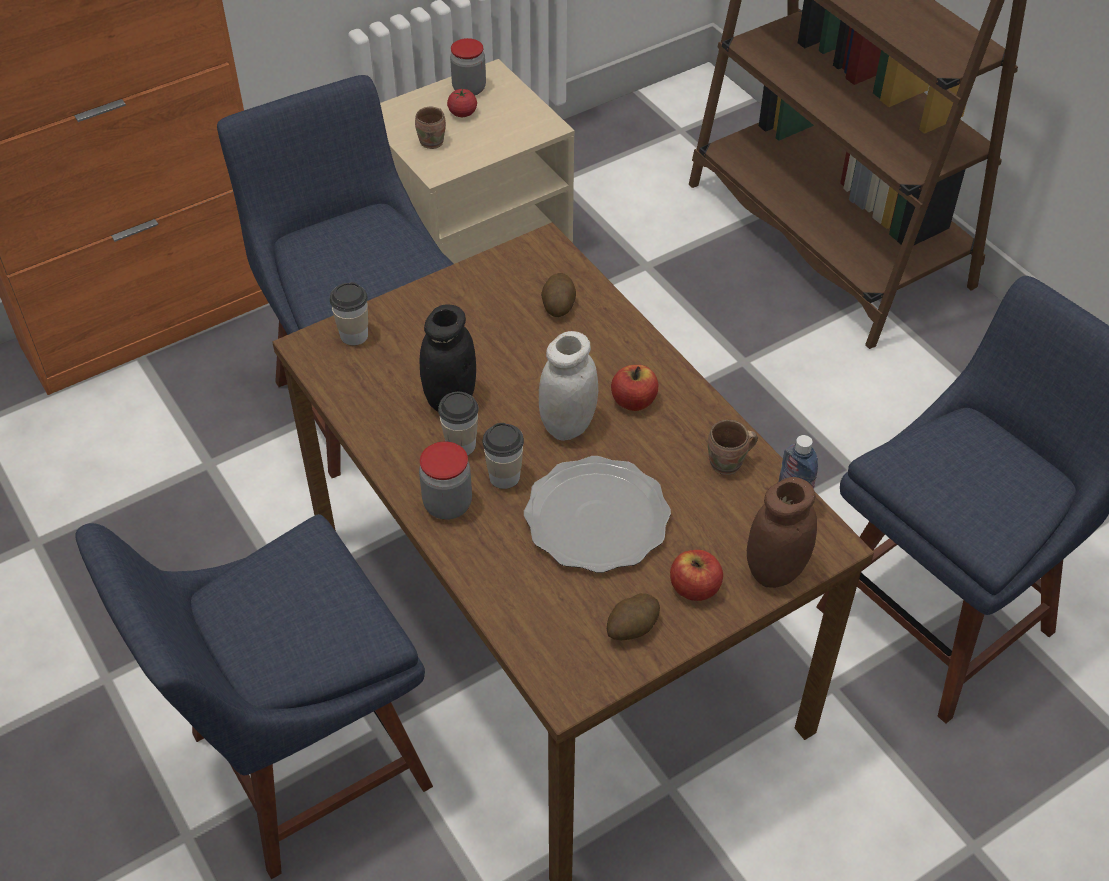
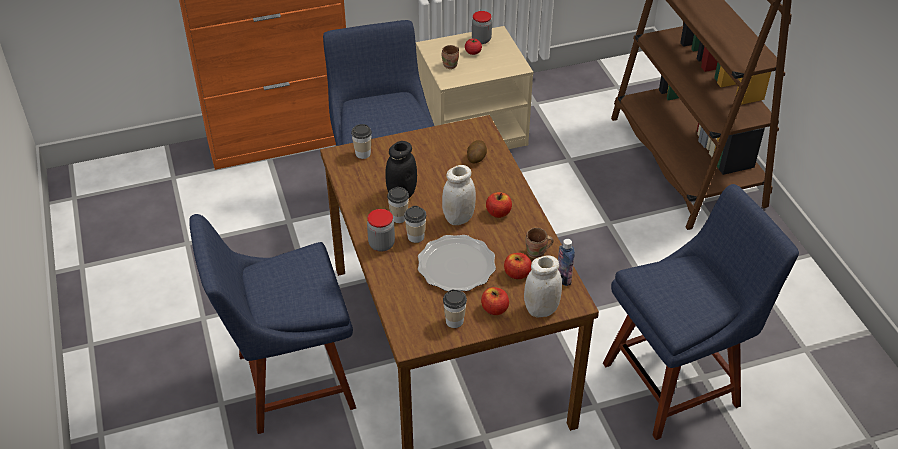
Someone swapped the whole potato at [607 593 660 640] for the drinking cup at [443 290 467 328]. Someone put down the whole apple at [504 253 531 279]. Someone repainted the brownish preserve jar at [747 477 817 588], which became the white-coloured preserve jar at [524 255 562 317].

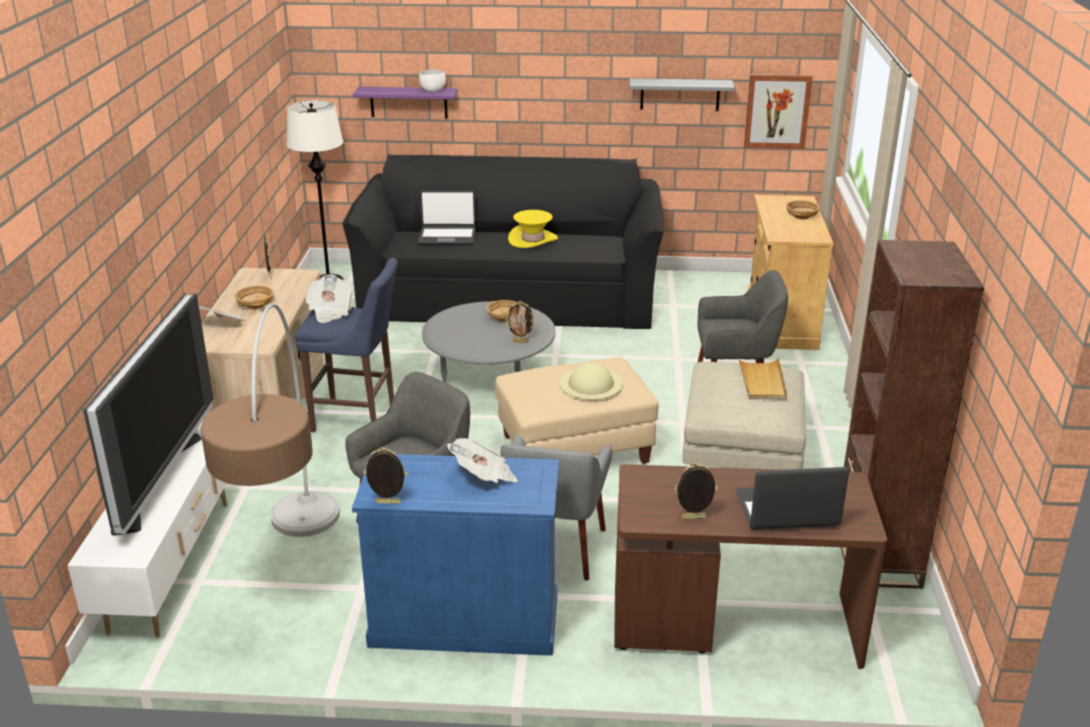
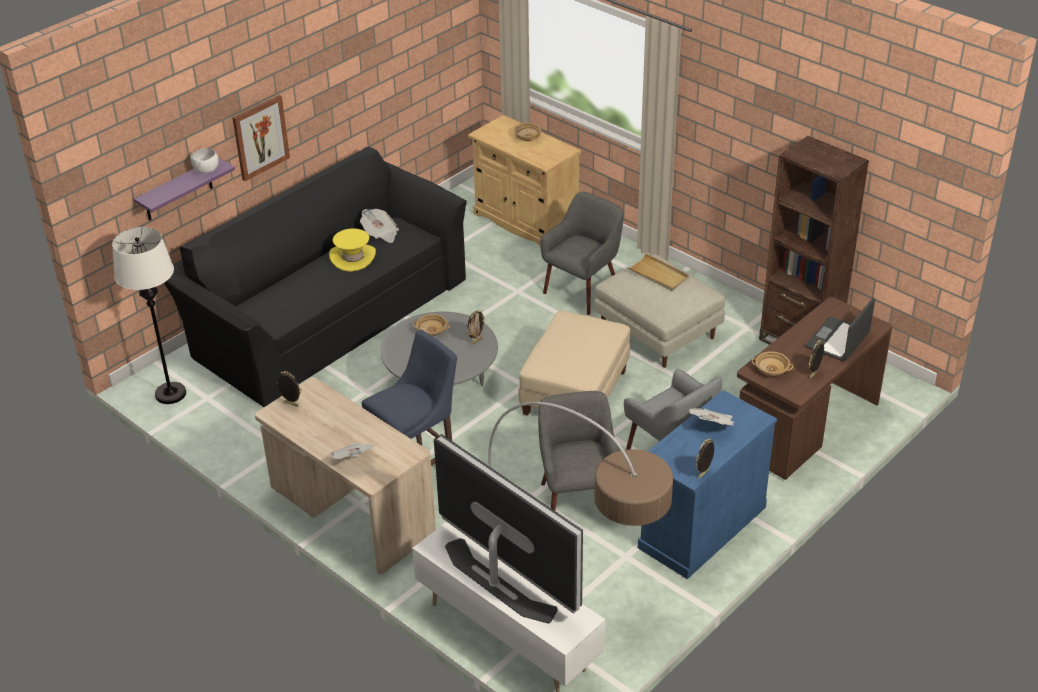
Someone carried the wall art from [744 75 812 149] to [232 95 290 181]. Someone carried the newspaper from [305 275 354 323] to [360 209 399 243]. Someone carried the beige-coloured serving bowl from [234 286 274 309] to [752 351 794 376]. Someone took away the laptop at [418 190 476 245]. Someone took away the beige-coloured wearable hat at [560 363 623 400]. Someone took away the greyish bracket shelf at [630 78 735 111].

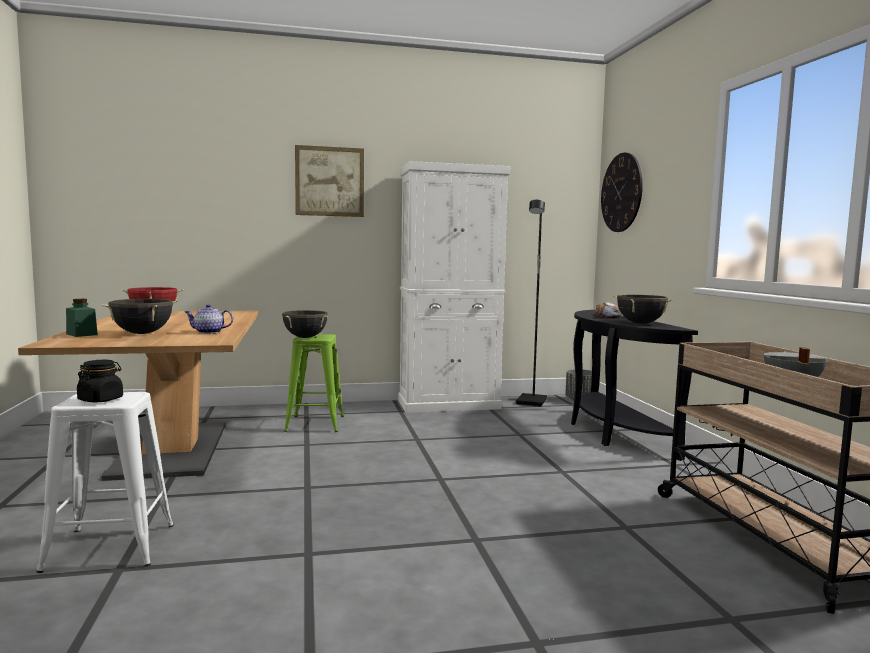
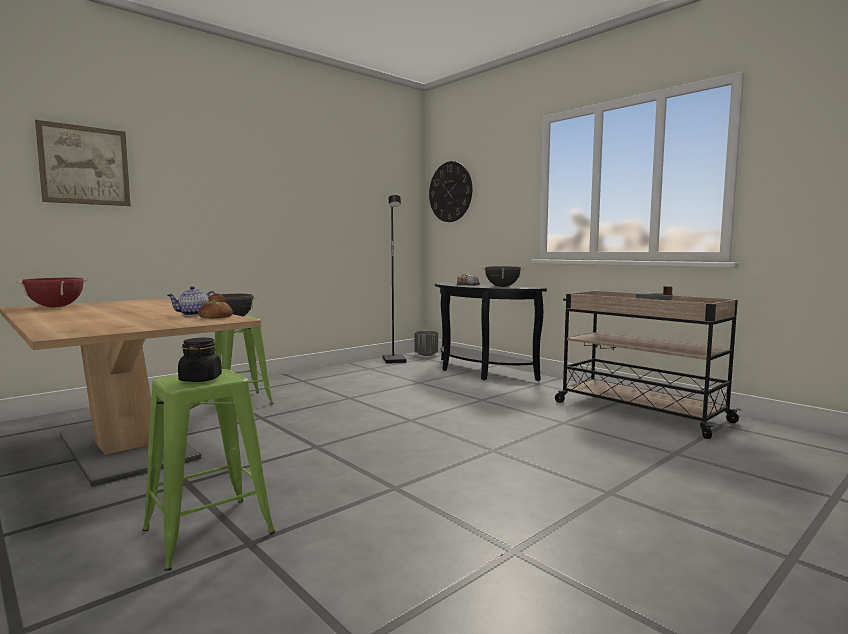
Someone carried the wall art from [295 145 364 217] to [35 120 130 206]. Someone repainted the white-coloured stool seat at [37 392 174 573], which became the green stool seat at [143 369 275 571]. Someone put down the bakery bread at [199 293 233 319]. Someone took away the green preserve jar at [66 299 98 337]. Someone took away the blackish stockpot at [102 299 177 334]. Someone took away the white-coloured cupboard at [398 161 510 413].

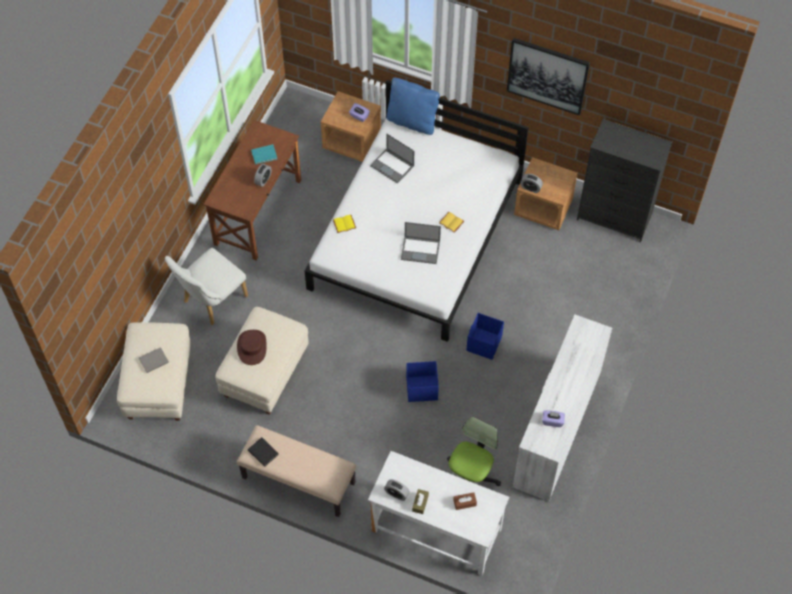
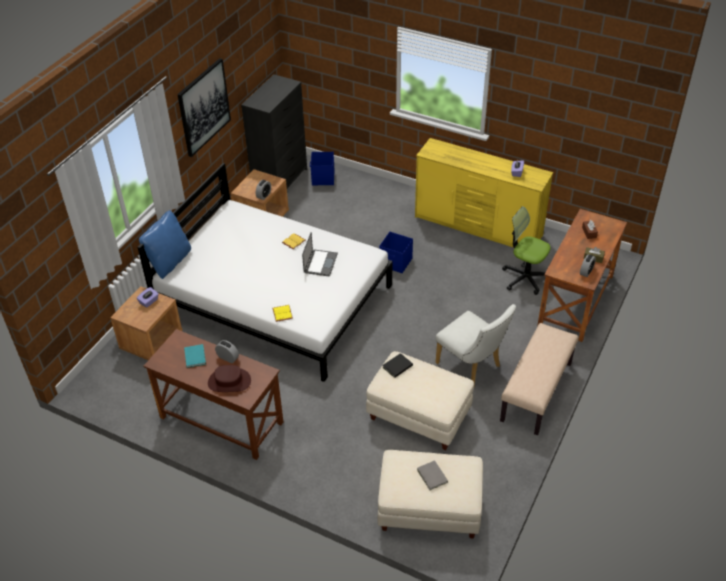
Someone carried the brownish wearable hat from [237 330 267 365] to [208 365 251 392]. Someone carried the bluish storage box from [406 361 439 402] to [310 152 334 185]. Someone carried the blackish book from [248 437 279 467] to [382 353 413 378]. Someone repainted the white-coloured dresser at [513 315 612 501], which became the yellow-coloured dresser at [415 138 553 248]. Someone carried the white-coloured plain chair from [165 248 248 325] to [435 304 516 387]. Someone repainted the white-coloured desk unit at [368 451 509 576], which became the brownish desk unit at [537 209 627 342]. Someone took away the laptop at [370 134 414 184].

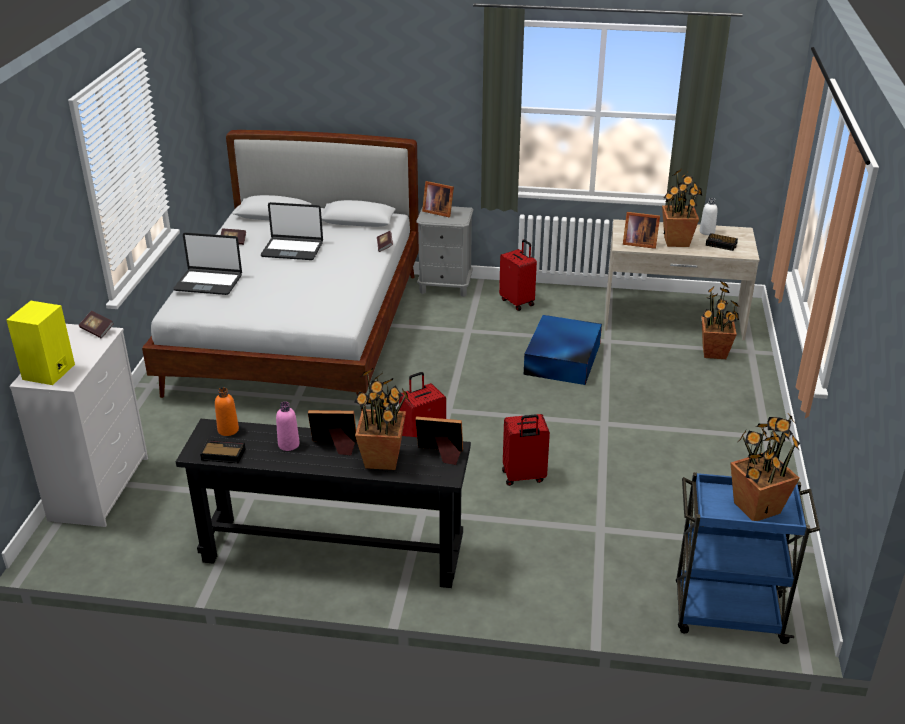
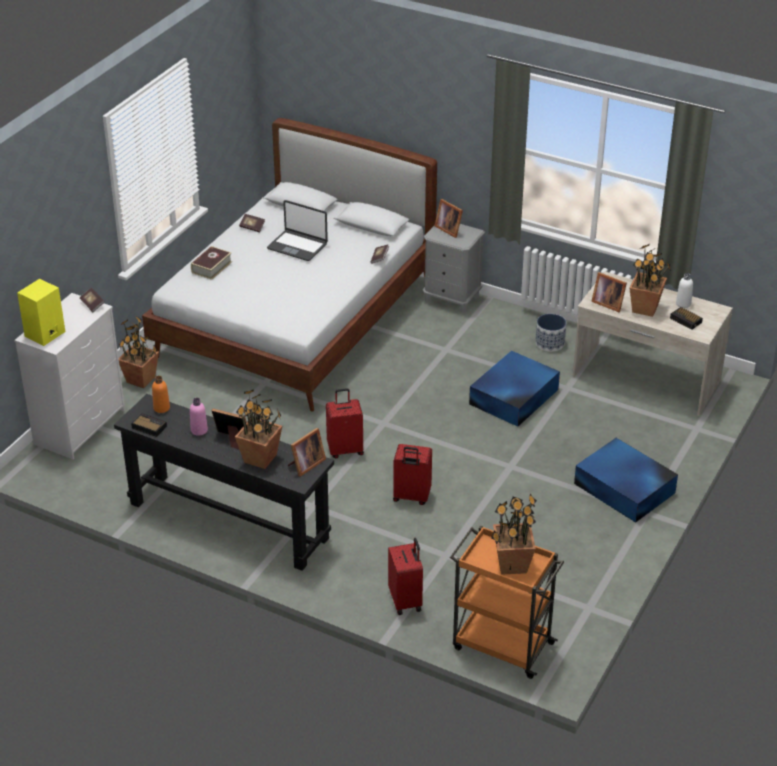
Someone carried the plant in a pot from [702 281 739 359] to [119 316 159 388]. Someone swapped the laptop at [173 233 242 295] for the book at [191 246 232 280]. Someone rotated the picture frame at [415 416 463 465] by 105 degrees clockwise. Someone carried the red travel case from [499 239 537 311] to [388 538 423 615]. Someone repainted the bluish wheeled cart at [676 472 820 644], which became the orange-coloured wheeled cart at [450 525 564 679]. Someone put down the plant pot at [535 314 566 352]. Someone put down the bluish storage box at [574 438 678 523].

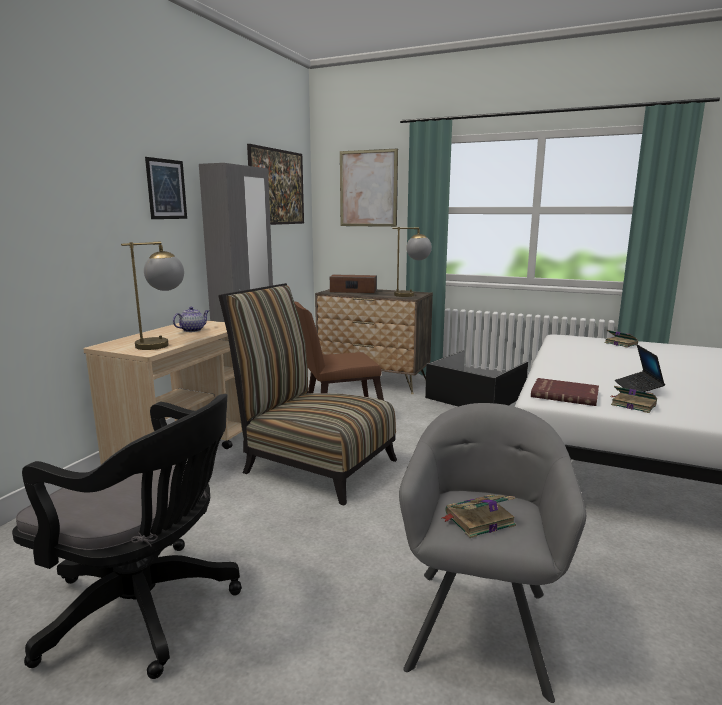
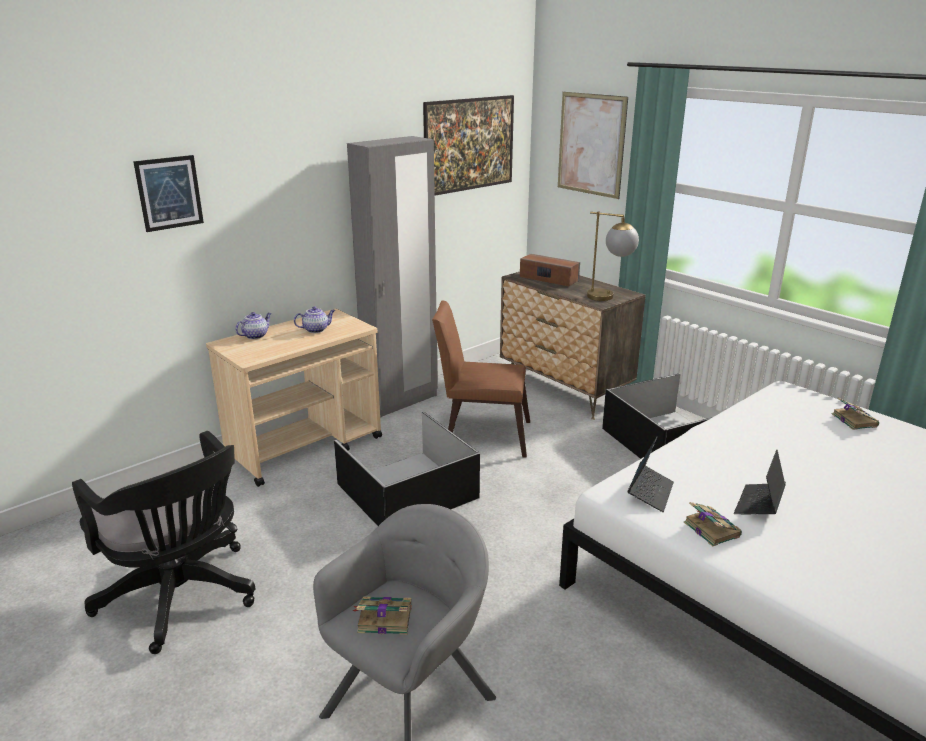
Someone carried the wall art from [145 157 187 219] to [133 155 204 232]. Someone put down the pot for tea at [235 312 271 339]. Someone swapped the plain chair at [218 283 397 506] for the blackish storage box at [334 412 480 526]. Someone swapped the red book at [531 378 599 406] for the laptop at [628 437 674 512]. Someone took away the lamp for a table at [121 241 184 350].

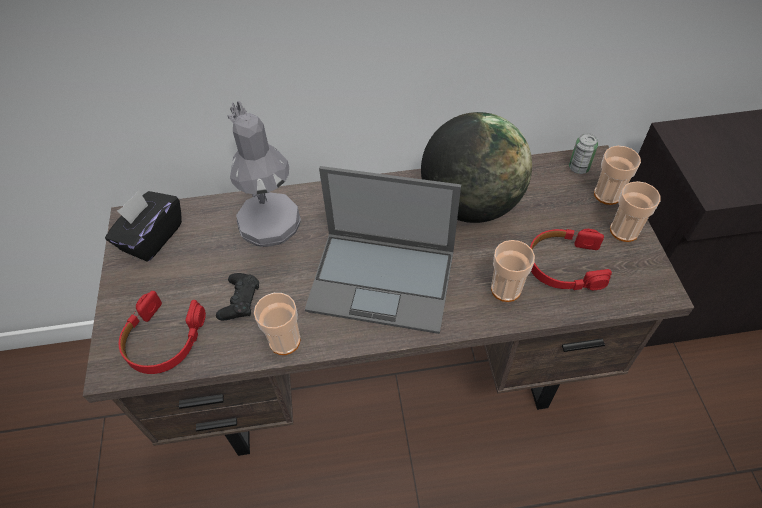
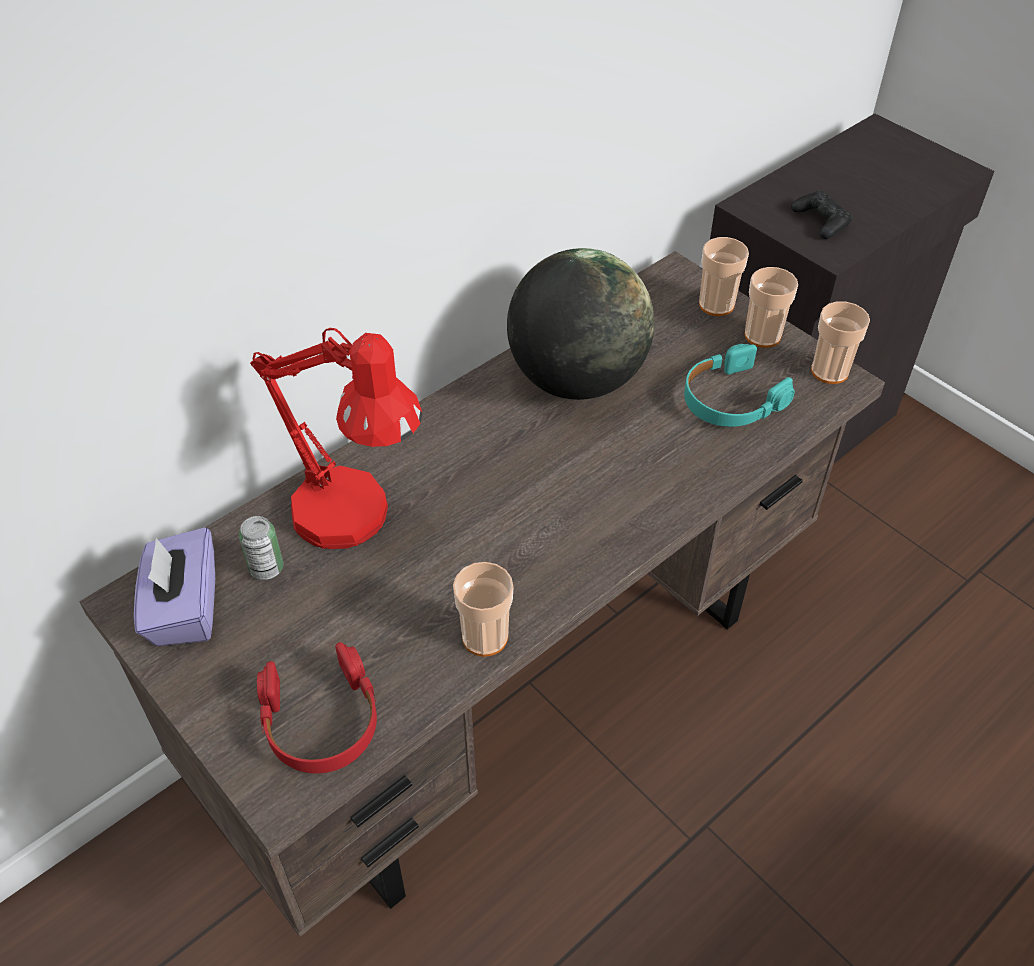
Someone repainted the blackish box of tissues at [105 190 182 262], which became the purple-coloured box of tissues at [134 527 215 646]. Someone carried the metal can from [569 133 598 174] to [239 516 283 580]. Someone repainted the greyish lamp for a table at [227 101 301 247], which became the red lamp for a table at [250 328 423 549]. Someone repainted the red headset at [530 229 612 290], which became the turquoise-coloured headset at [684 344 795 427]. Someone carried the blackish game controller from [216 273 259 321] to [791 191 852 239]. Someone carried the drinking cup from [491 240 535 302] to [811 301 870 384]. Someone took away the laptop at [305 166 461 334].

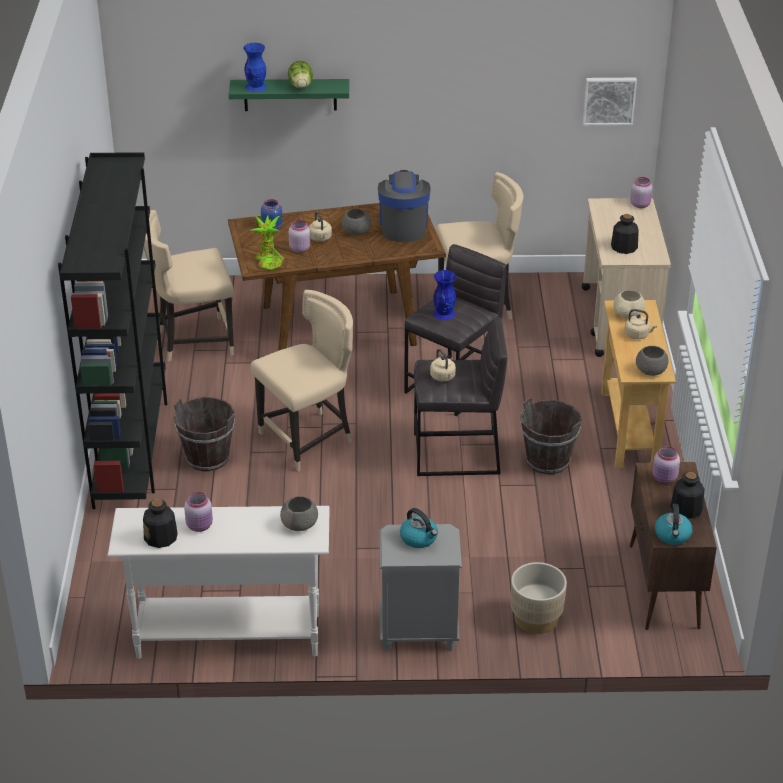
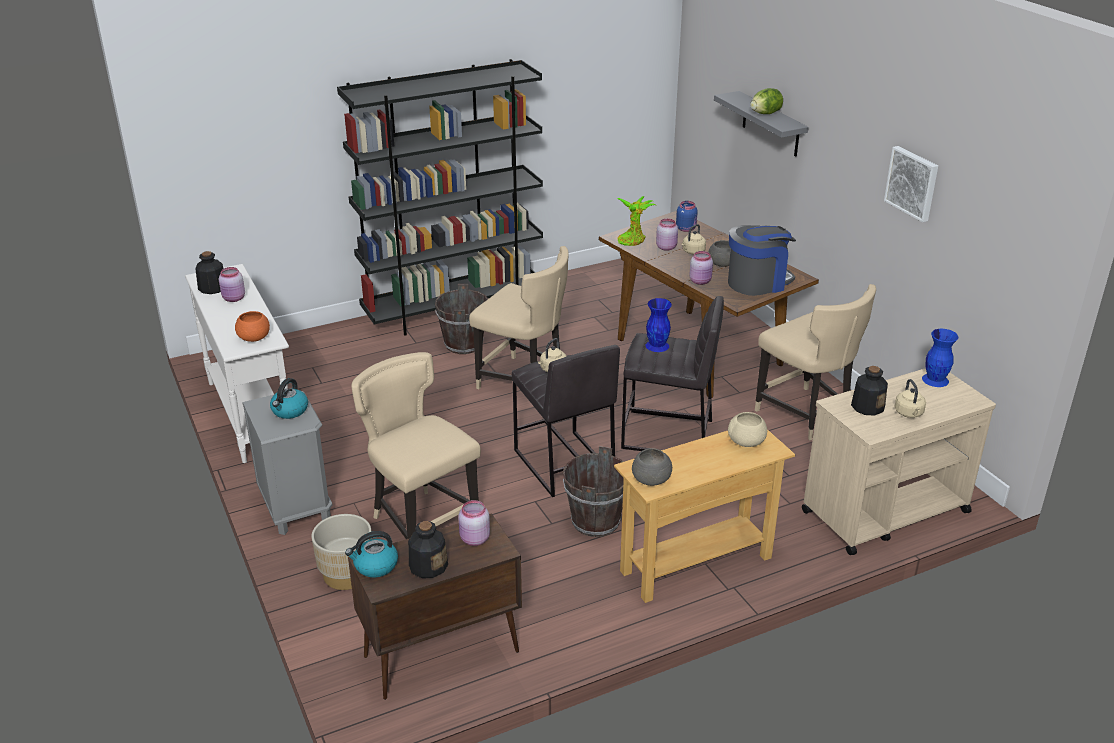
Someone repainted the greyish serving bowl at [280 496 318 531], which became the orange-coloured serving bowl at [235 311 270 342]. Someone carried the beige-coloured plain chair from [144 210 234 361] to [351 352 481 539]. Someone carried the pink preserve jar from [630 177 652 208] to [689 251 713 285]. Someone repainted the green bracket shelf at [229 79 349 111], which became the greyish bracket shelf at [714 91 809 157]. Someone carried the wall art from [583 78 637 125] to [884 146 938 222]. Someone carried the beige-coloured kettle from [624 309 657 339] to [895 379 926 418]. Someone carried the bluish flower vase from [243 43 267 92] to [922 329 958 387].

